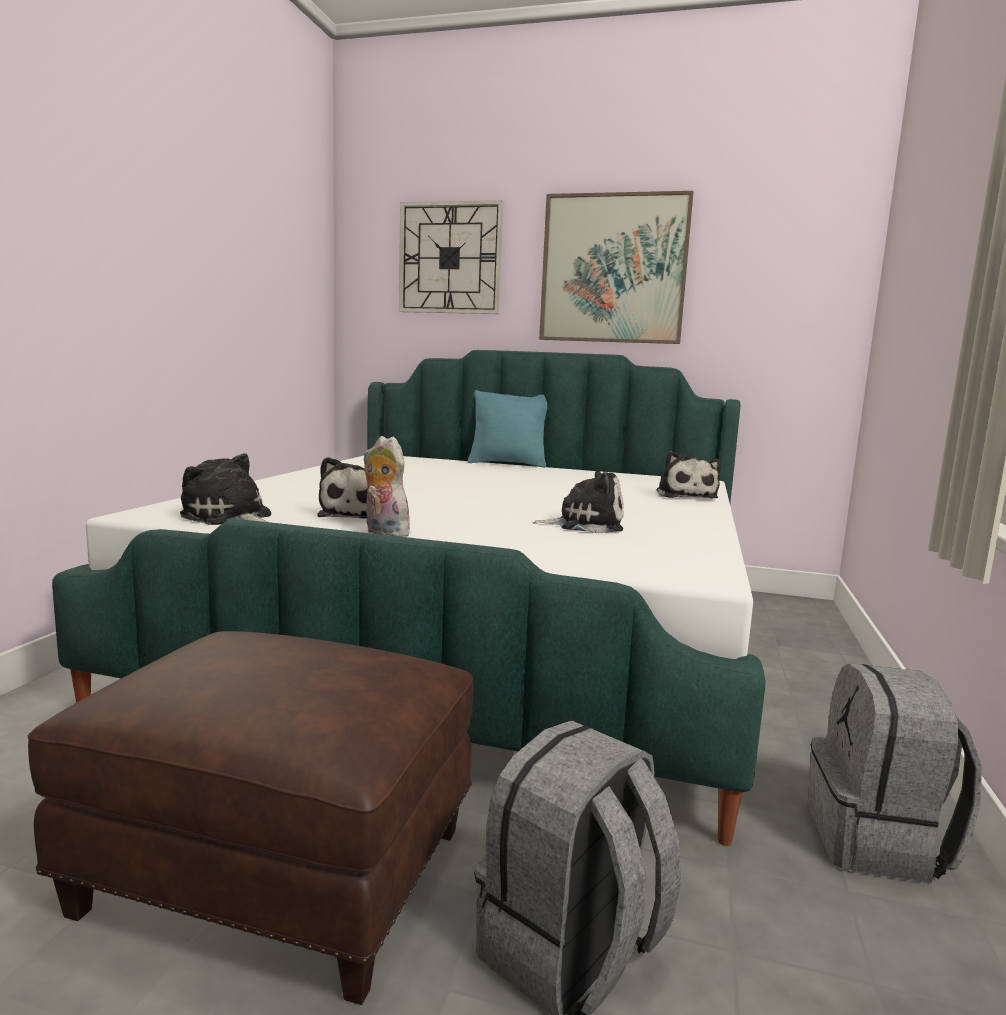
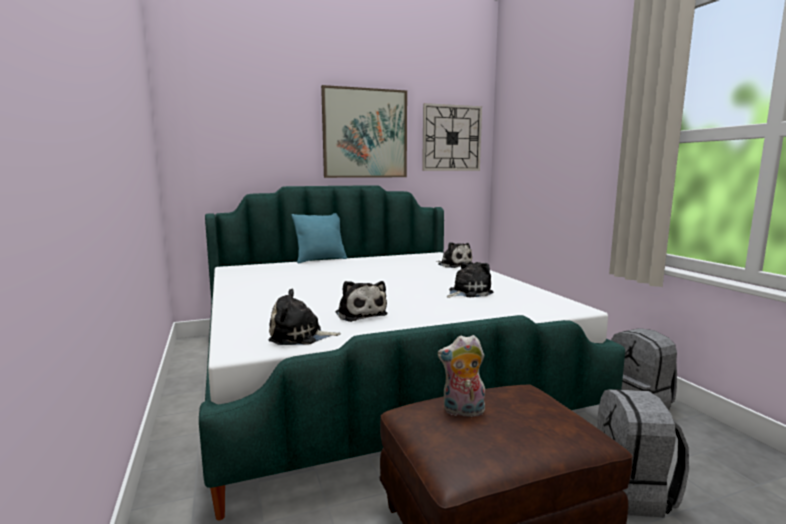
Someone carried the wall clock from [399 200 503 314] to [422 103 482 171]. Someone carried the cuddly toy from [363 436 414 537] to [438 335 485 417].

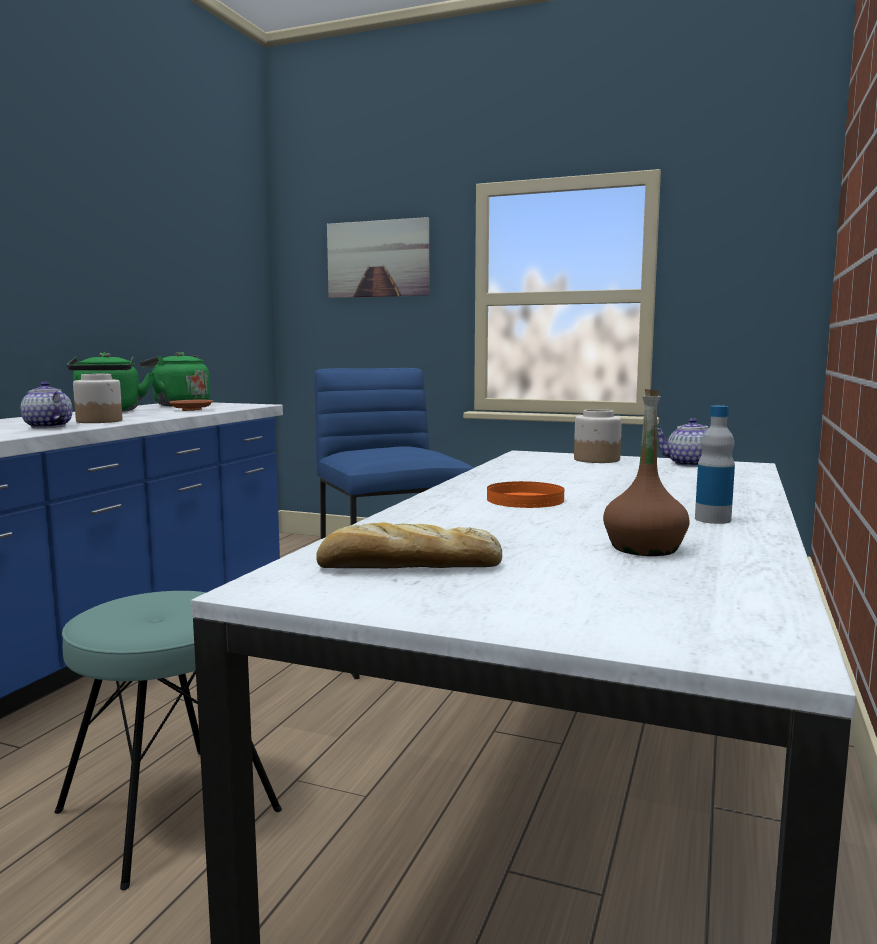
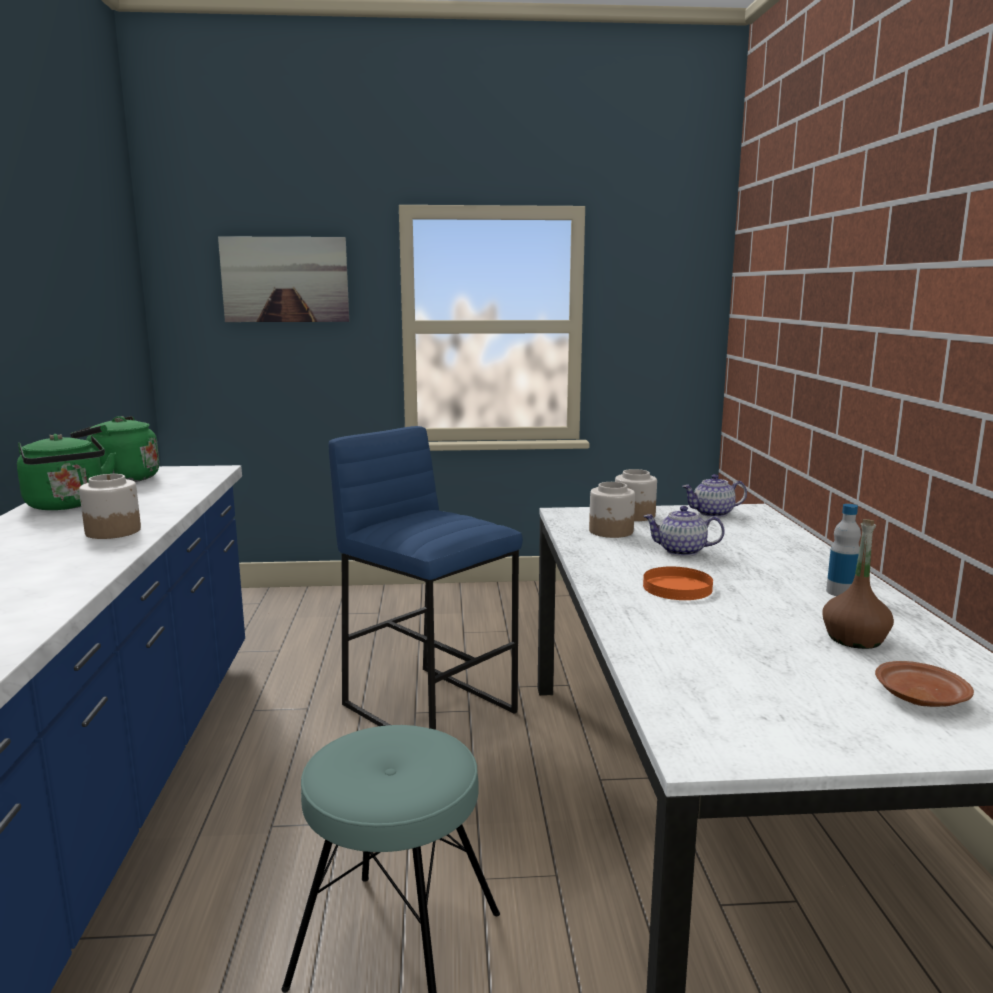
Someone put down the preserve jar at [589 482 635 538]. Someone carried the pot for tea from [21 382 72 428] to [643 506 725 556]. Someone carried the brownish dinner plate from [169 399 213 411] to [875 661 974 707]. Someone took away the bakery bread at [316 522 502 569].

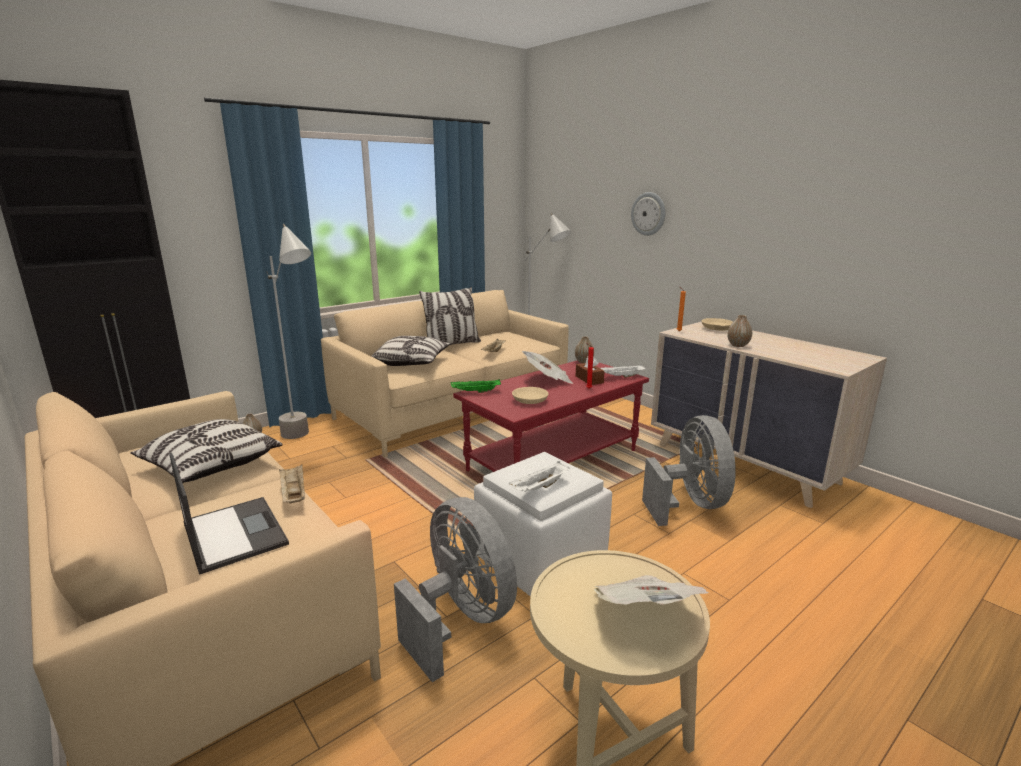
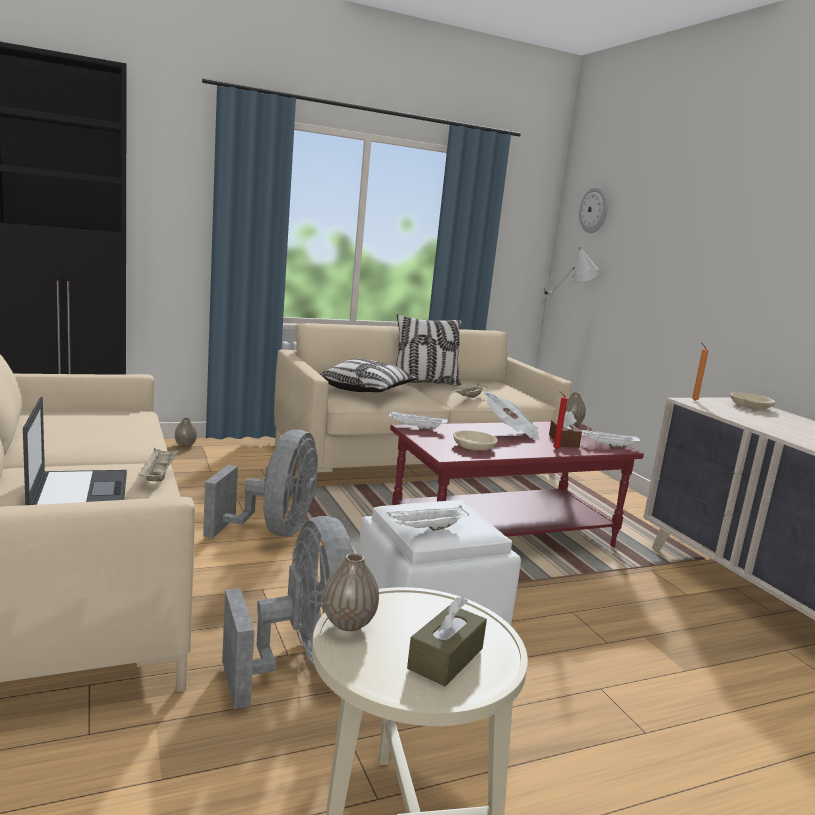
Someone carried the greyish electric fan from [642 415 736 526] to [203 430 318 538]. Someone carried the flower vase from [727 315 752 347] to [323 553 379 631]. Someone repainted the green carrying tray at [451 379 501 393], which became the white-coloured carrying tray at [389 411 448 430]. Someone swapped the newspaper at [594 575 709 605] for the brownish box of tissues at [407 596 487 686]. Someone carried the wall clock from [631 192 665 236] to [579 187 608 233]. Someone took away the pillow at [130 419 283 483]. Someone took away the greyish standard lamp at [266 224 311 439].

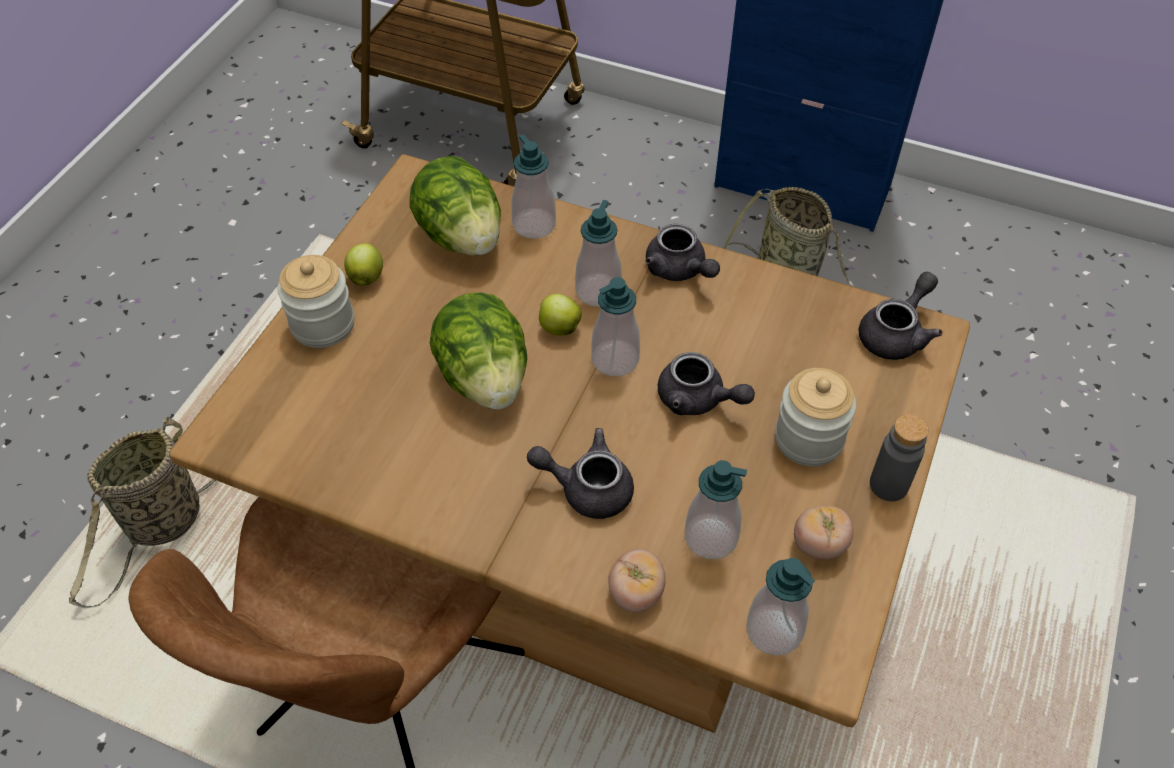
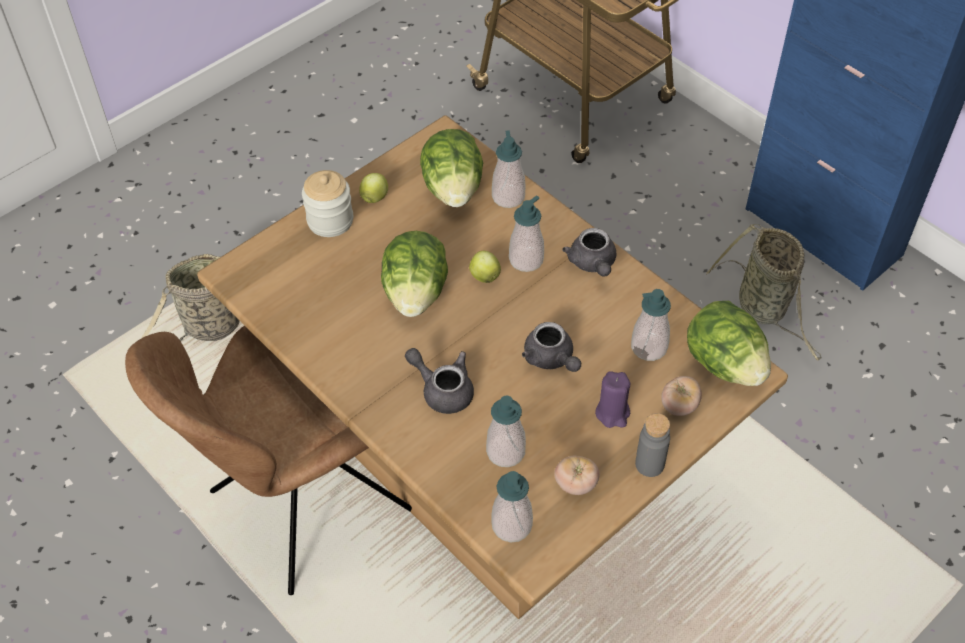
Someone swapped the preserve jar at [775 368 856 466] for the purple-coloured wax light at [595 371 630 428]. Someone carried the soap dispenser from [591 277 640 376] to [631 289 671 361]. Someone carried the whole tomato from [608 549 666 612] to [661 376 702 416]. Someone swapped the greyish pot for tea at [859 272 943 360] for the lettuce head at [687 301 771 386].

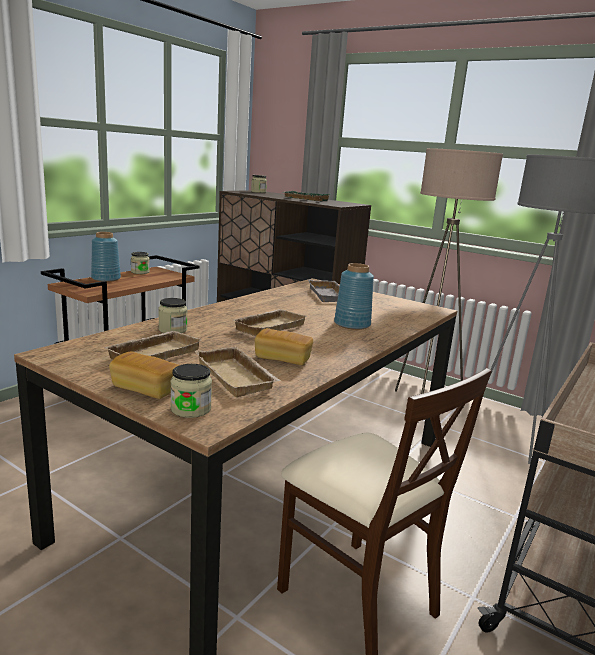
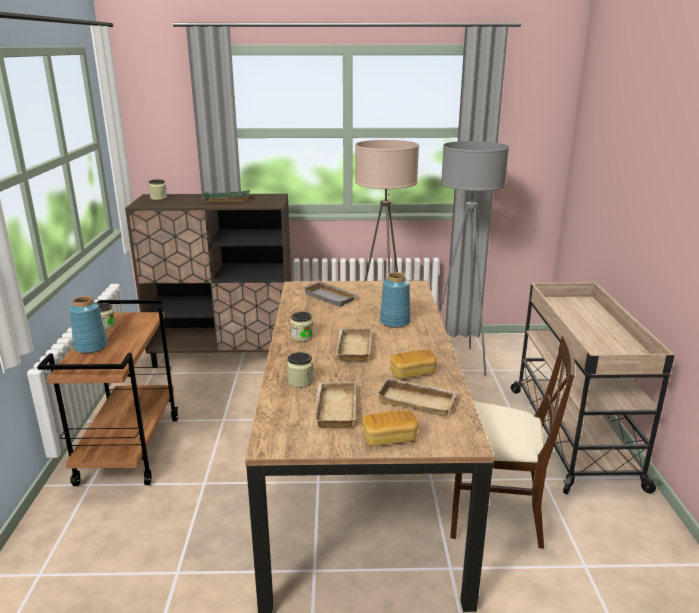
Someone carried the preserve jar from [171 364 212 418] to [290 312 313 342].

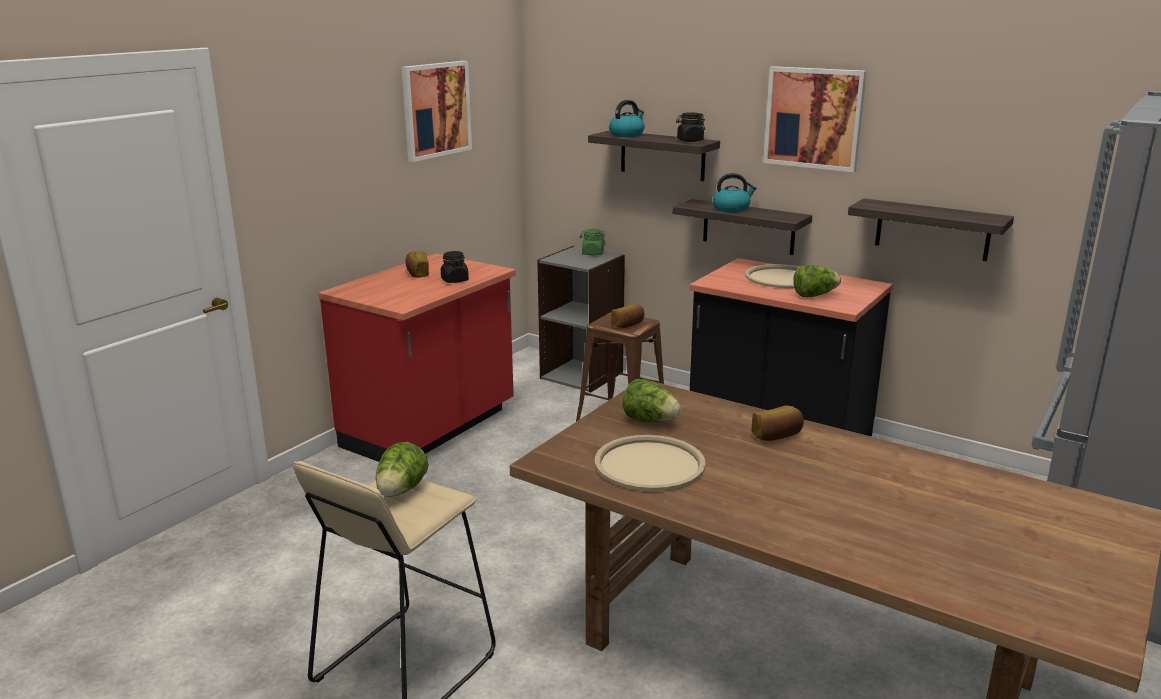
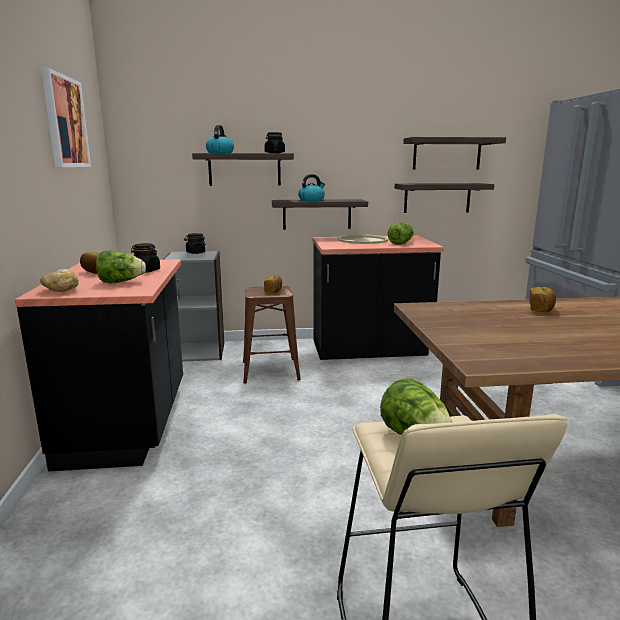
Someone repainted the red kitchen counter at [318 253 516 462], which became the blackish kitchen counter at [15 259 183 472]. Someone put down the bakery bread at [40 269 79 292]. Someone carried the lettuce head from [622 379 681 422] to [96 250 146 283]. Someone repainted the green preserve jar at [579 229 606 255], which became the blackish preserve jar at [184 233 206 254]. Someone put up the bracket shelf at [403 137 506 170]. Someone took away the beige-coloured carrying tray at [595 435 706 491]. Someone took away the wall art at [763 66 867 172].

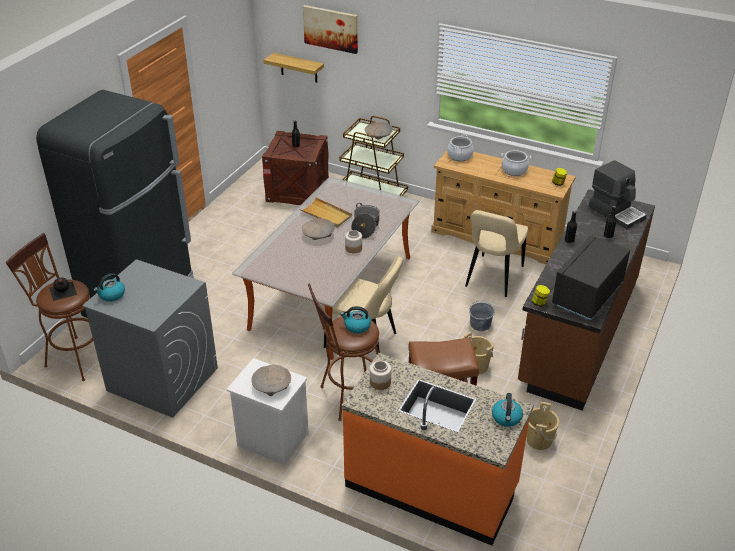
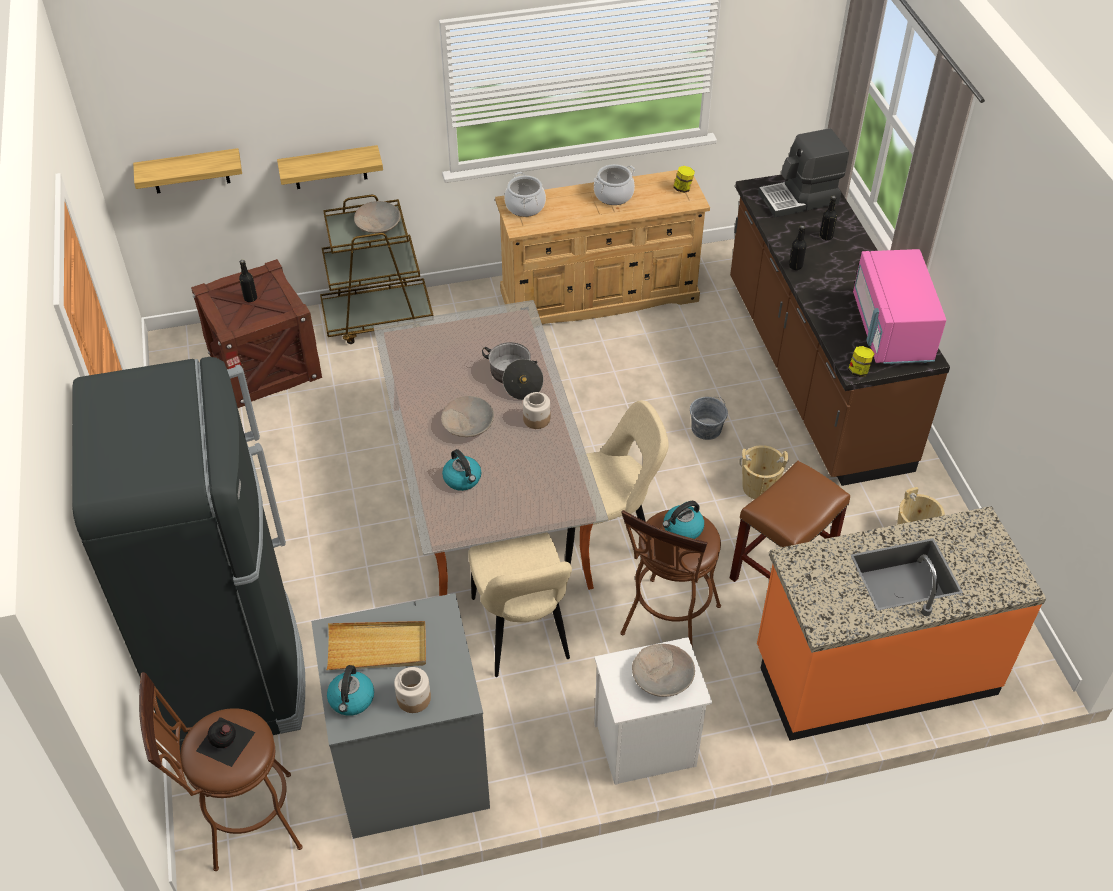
Someone put up the bracket shelf at [277 145 383 189]. Someone carried the beige-coloured carrying tray from [299 197 352 228] to [326 621 426 670]. Someone carried the preserve jar from [370 361 391 390] to [394 667 431 713]. Someone carried the kettle from [492 393 523 427] to [442 449 481 491]. Someone carried the beige-coloured plain chair from [465 210 528 297] to [468 533 572 677]. Someone rotated the coffee brewer at [588 160 647 229] by 150 degrees clockwise. Someone repainted the blackish microwave at [552 235 630 320], which became the pink microwave at [853 249 946 364]. Someone took away the wall art at [303 5 358 54].

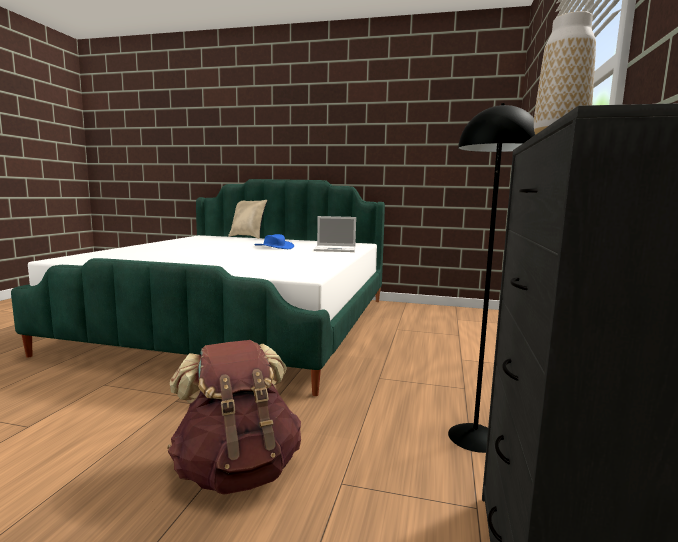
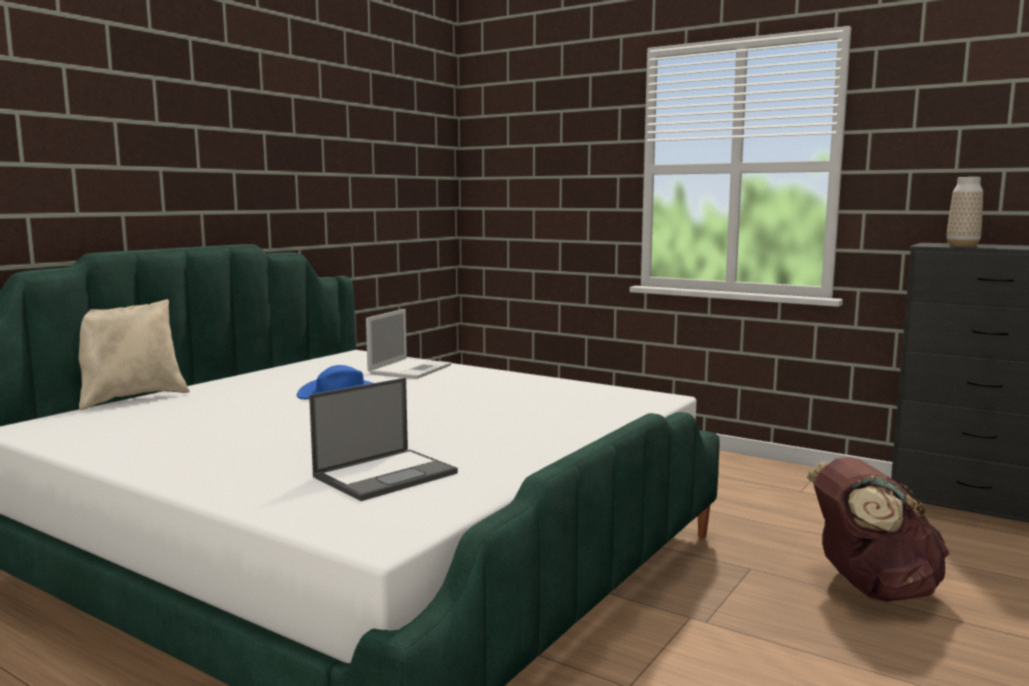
Someone put down the laptop at [309 378 458 501]. Someone took away the blackish standard lamp at [448 103 535 453].

